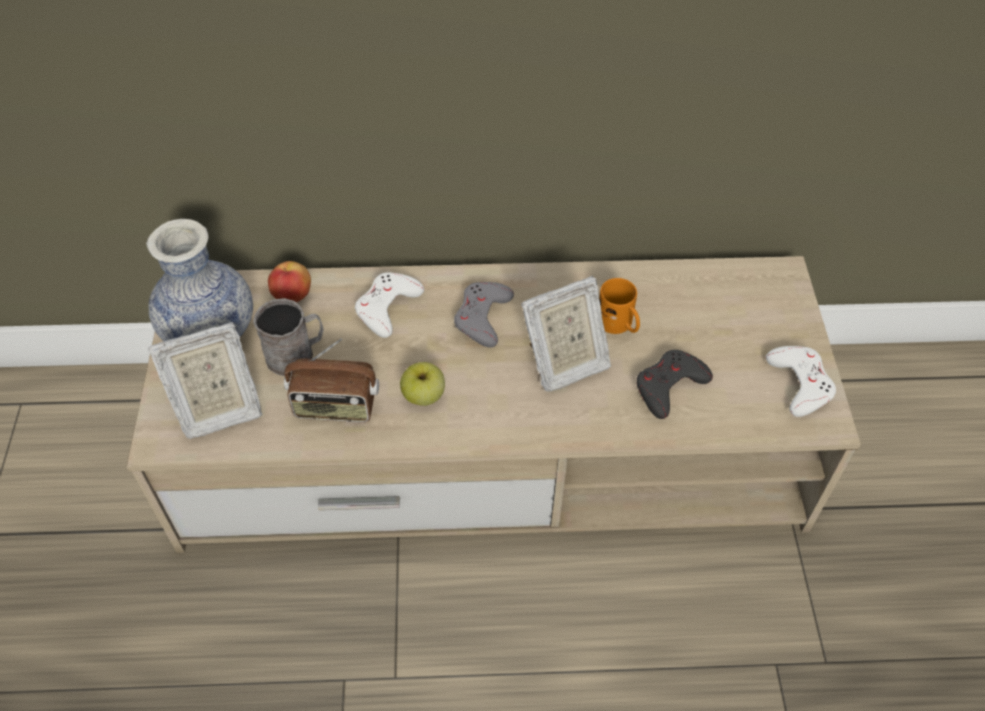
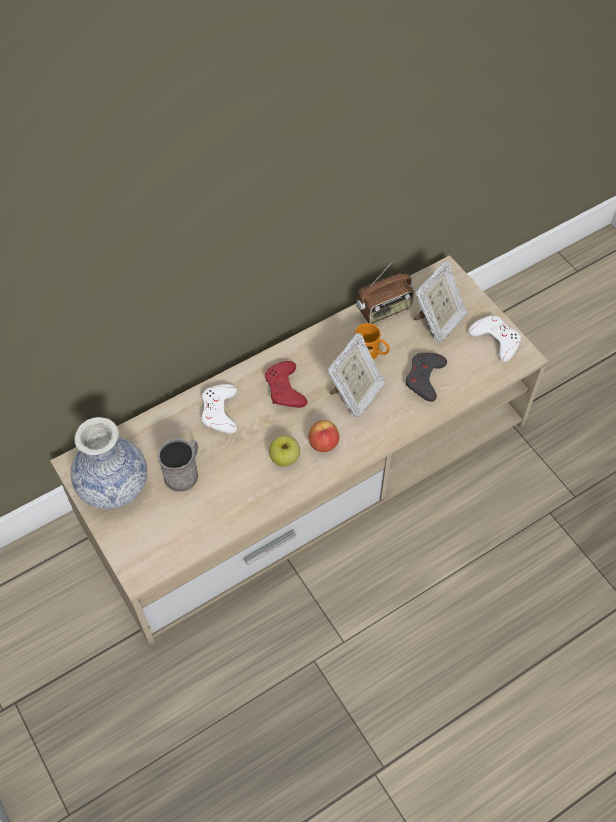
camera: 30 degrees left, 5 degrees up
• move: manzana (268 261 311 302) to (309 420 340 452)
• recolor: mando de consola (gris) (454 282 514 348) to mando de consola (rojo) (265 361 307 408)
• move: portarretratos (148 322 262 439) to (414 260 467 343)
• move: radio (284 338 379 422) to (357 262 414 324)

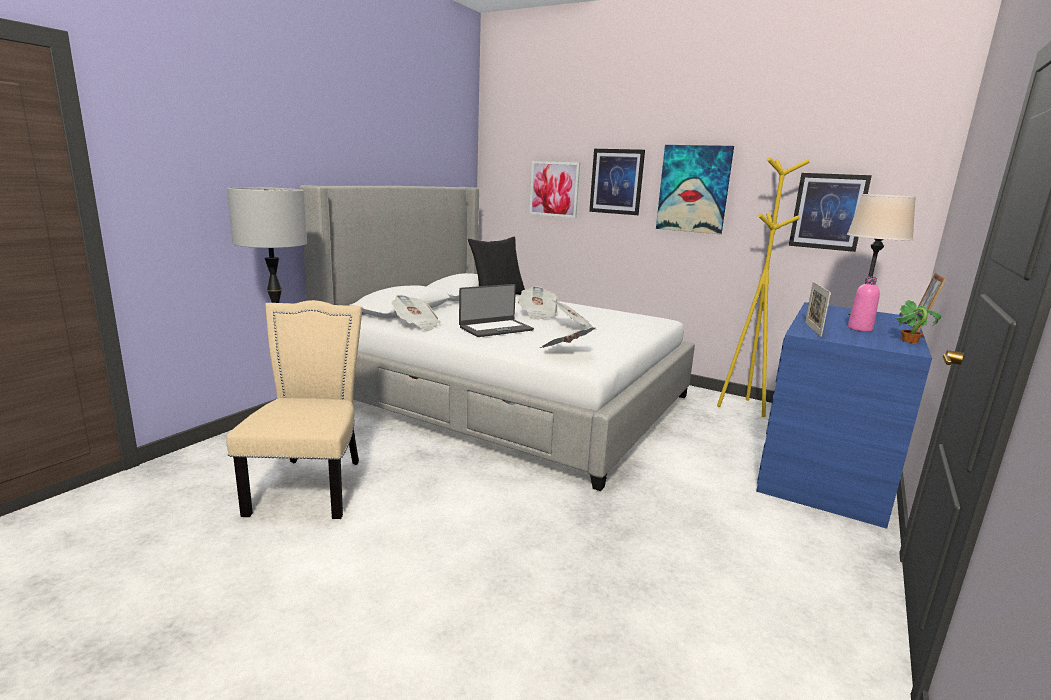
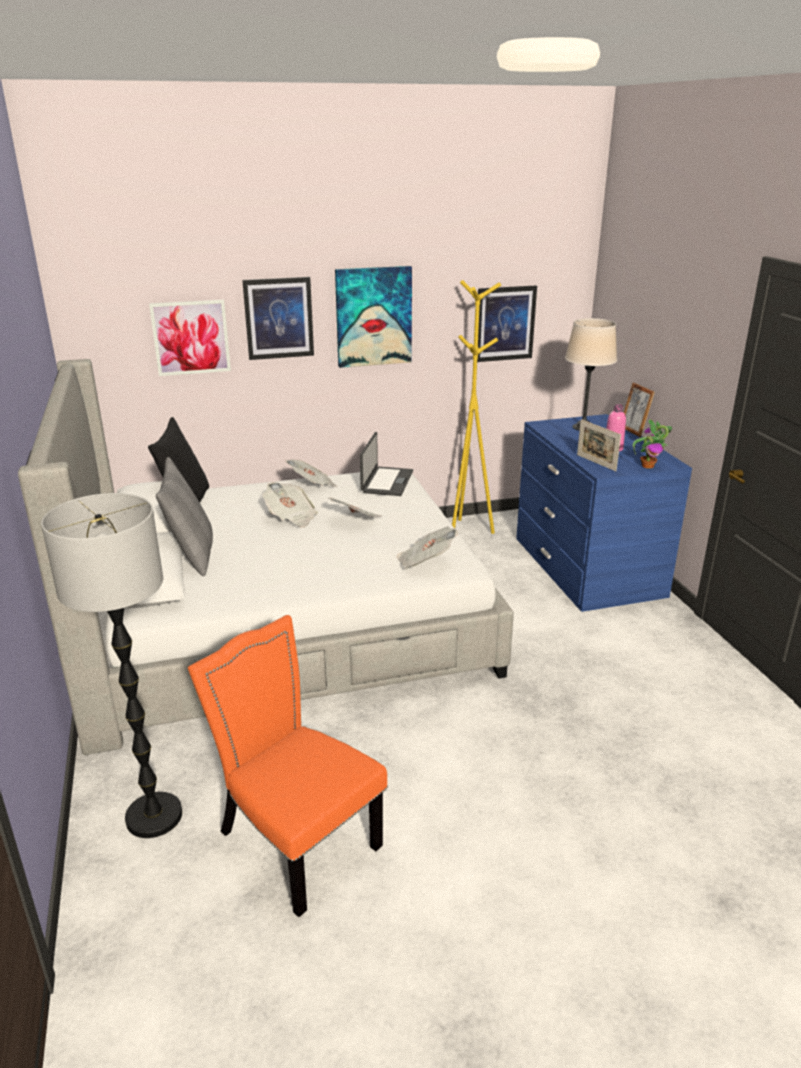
camera: 45 degrees left, 10 degrees up
• move: portátil (459 284 534 337) to (360 432 413 496)
• move: periódico (391 295 441 331) to (285 459 337 487)
• recolor: silla (beis) (226 300 363 519) to silla (naranja) (188 615 388 917)
• insert: planta en maceta (633 436 668 469)
• insert: cojín (gris) (156 457 213 576)

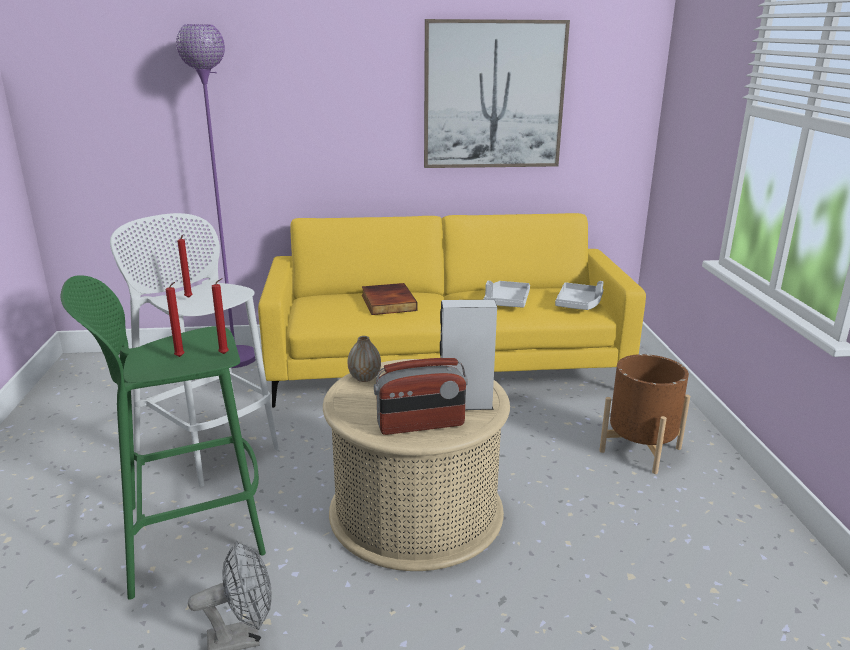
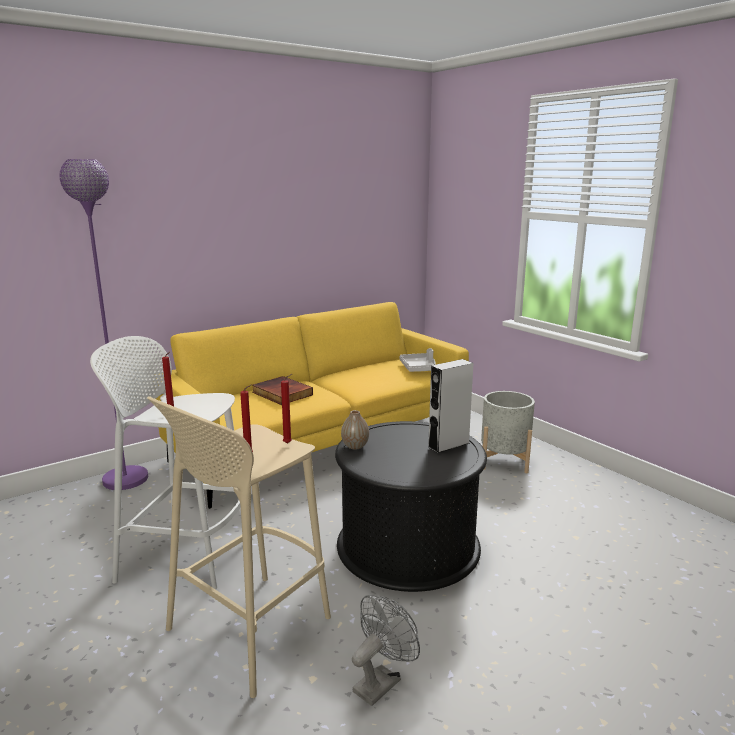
camera: 30 degrees left, 5 degrees down
• delete: cuadro (424 19 570 168)
• recolor: taburete (verde) (61 275 266 600) to taburete (beis) (147 396 331 698)
• delete: bandeja (gris) (483 281 530 308)
• recolor: maceta (marrón) (599 354 690 474) to maceta (gris) (481 391 535 473)
• delete: radio (374 358 468 435)
• recolor: mesa de centro (beis) (323 359 510 571) to mesa de centro (negro) (335 421 487 592)

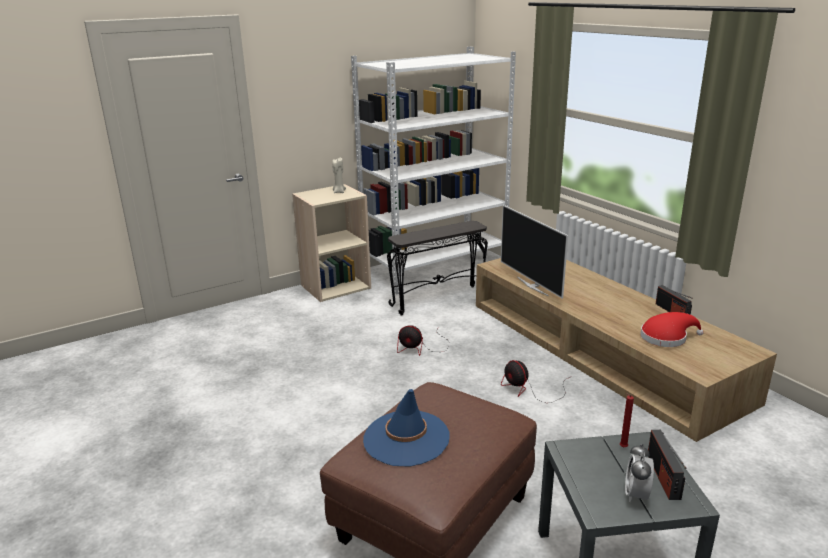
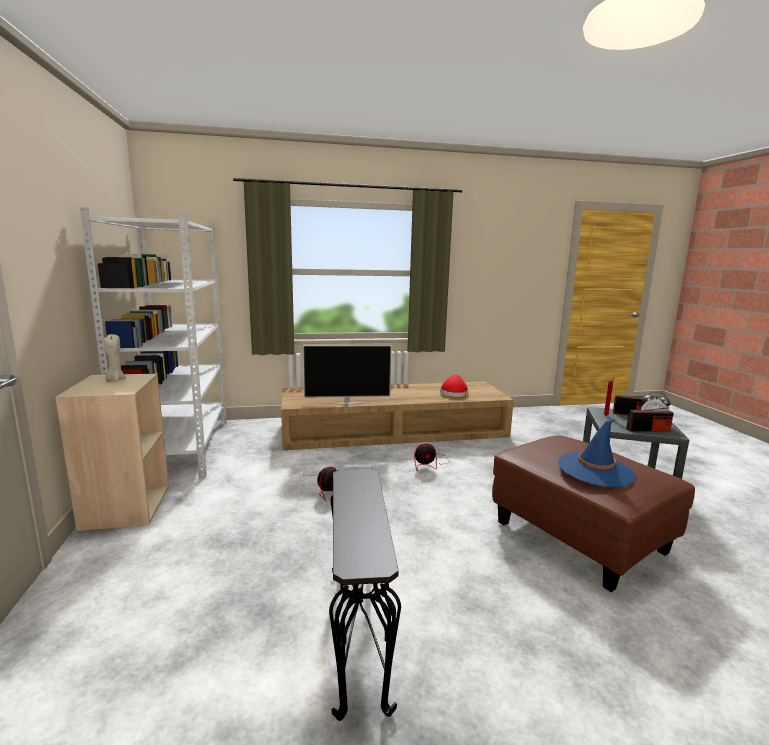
camera: 70 degrees left, 10 degrees down
• move: mesa auxiliar (negro) (387 221 488 316) to (329 469 401 721)
• move: radio (656 285 693 315) to (626 407 674 432)

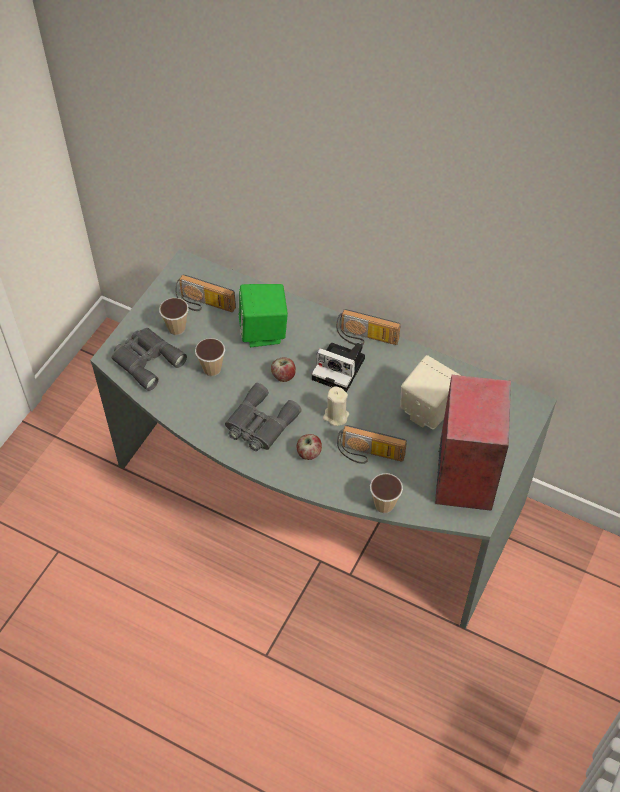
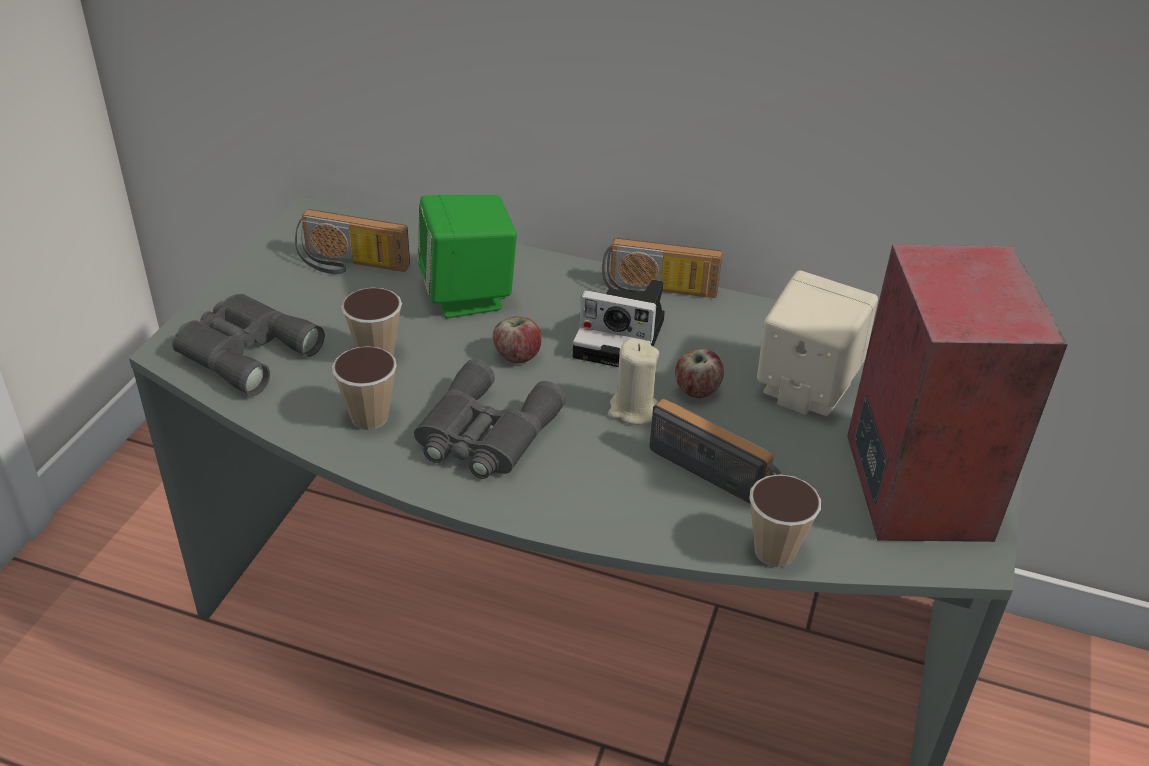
camera: 10 degrees left, 15 degrees down
• move: taza (159 298 188 335) to (332 346 397 430)
• rotate: radio (337 425 407 464) = (650 399 781 504) 150 degrees counterclockwise
• move: manzana (297 434 322 460) to (675 349 724 398)

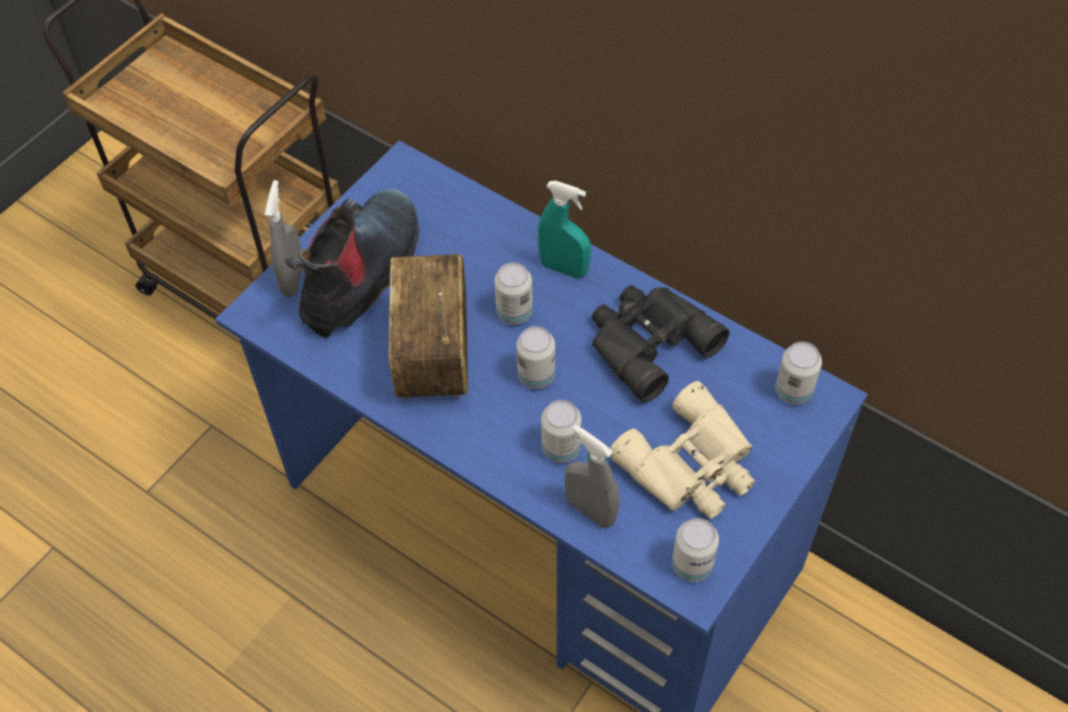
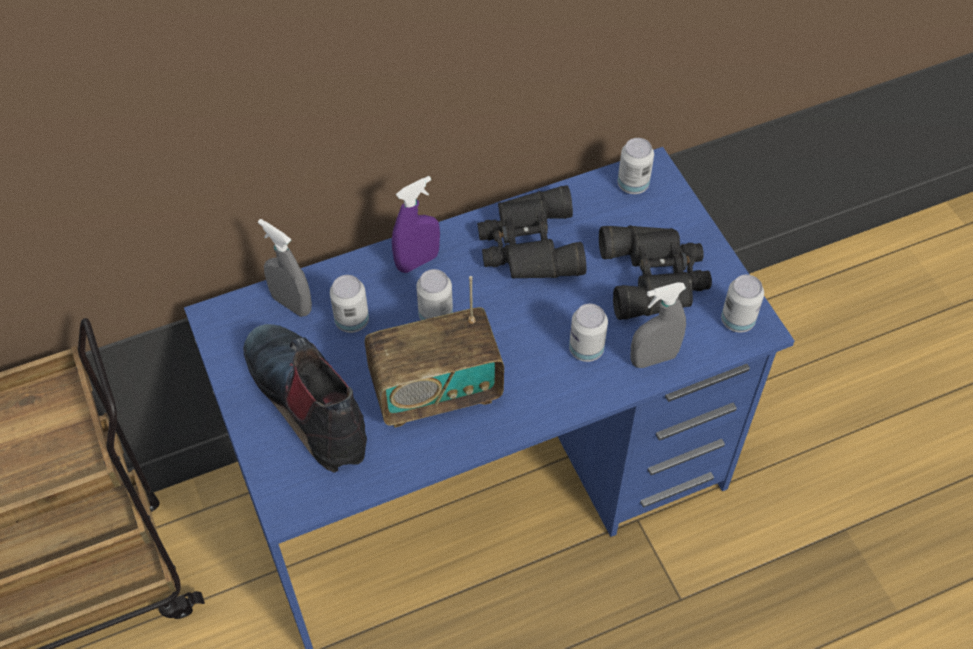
camera: 60 degrees left, 0 degrees up
• move: pulverizador (gris) (265 180 303 297) to (258 219 312 317)
• recolor: pulverizador (turquesa) (537 181 591 278) to pulverizador (morado) (392 176 440 273)
• rotate: radio (389 254 468 400) = (365 276 504 428) 45 degrees counterclockwise
• move: lata (516 326 555 389) to (330 275 369 333)
• recolor: prismáticos (beis) (610 381 755 519) to prismáticos (negro) (599 225 712 320)

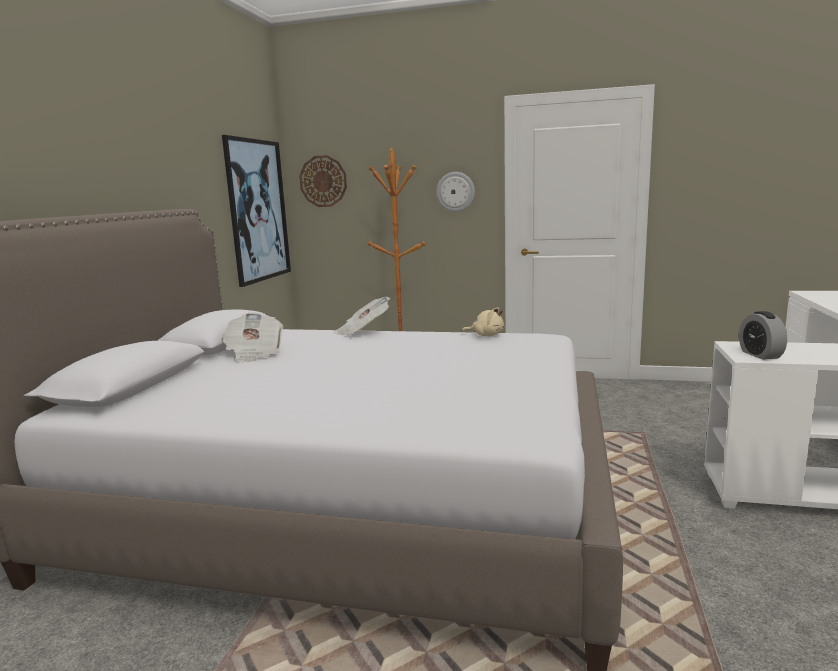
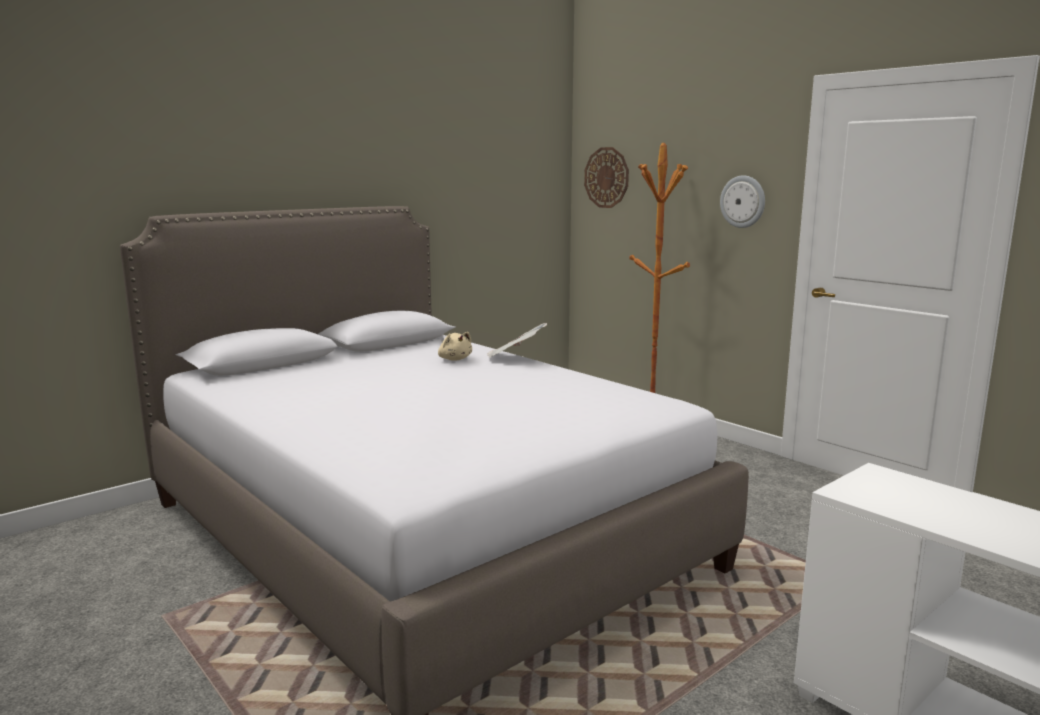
camera: 35 degrees right, 0 degrees up
• delete: cuadro (222 135 291 287)
• move: peluche (beis) (462 307 504 336) to (438 332 472 361)
• delete: despertador (739 311 787 360)
• delete: periódico (221 313 283 363)

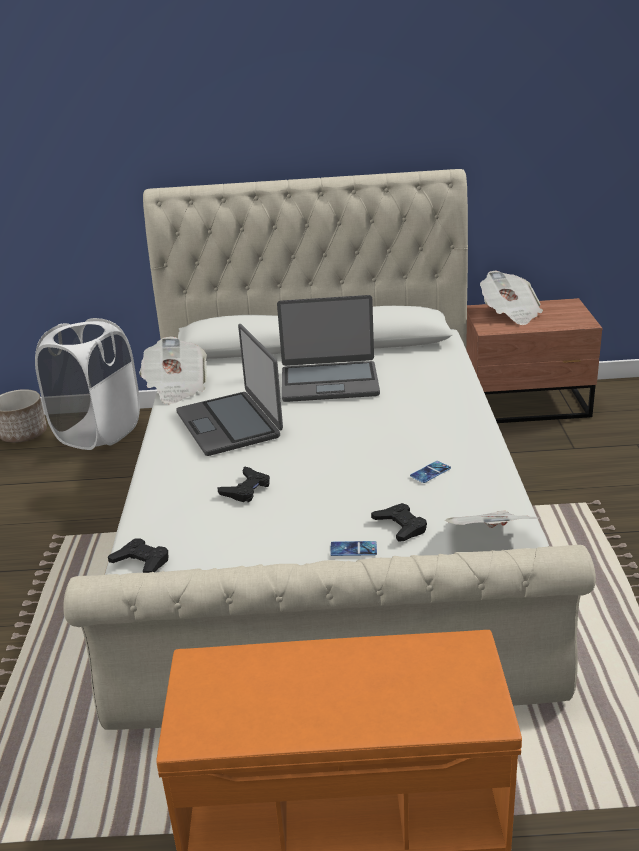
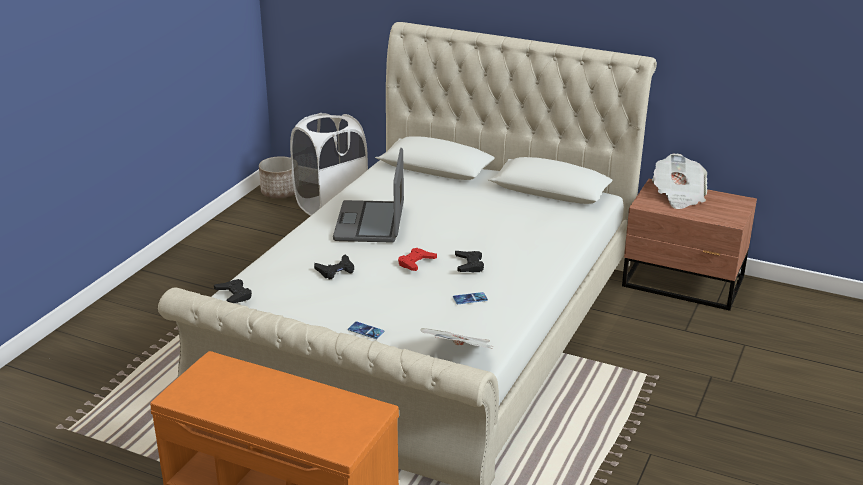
camera: 25 degrees right, 0 degrees up
• delete: portátil (277 295 380 402)
• delete: periódico (139 337 207 404)
• move: mando de consola (negro) (371 503 427 541) to (455 251 484 272)
• insert: mando de consola (rojo) (398 248 437 271)

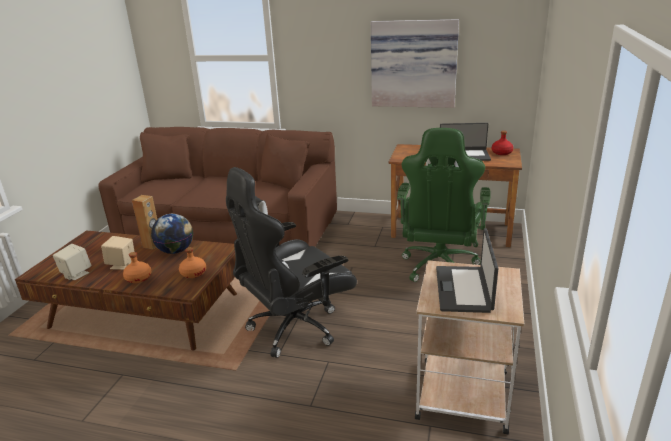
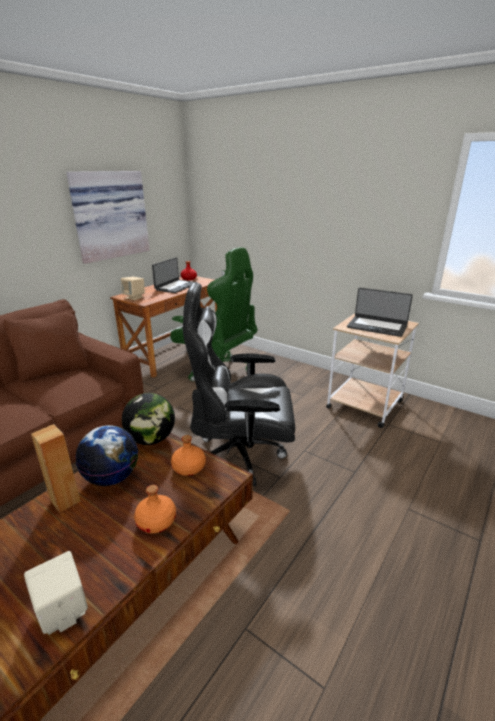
camera: 70 degrees left, 0 degrees up
• rotate: silla de oficina (negro) (226 167 357 358) = (183 282 295 486) 105 degrees clockwise
• move: altavoz (beis) (101 236 134 270) to (121 277 145 300)
• insert: globo terráqueo (122 393 175 445)

